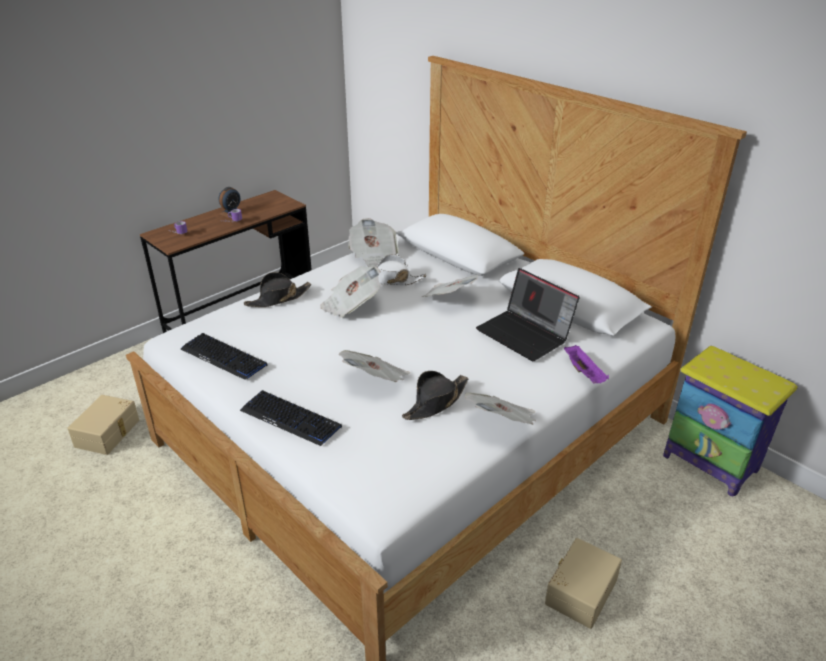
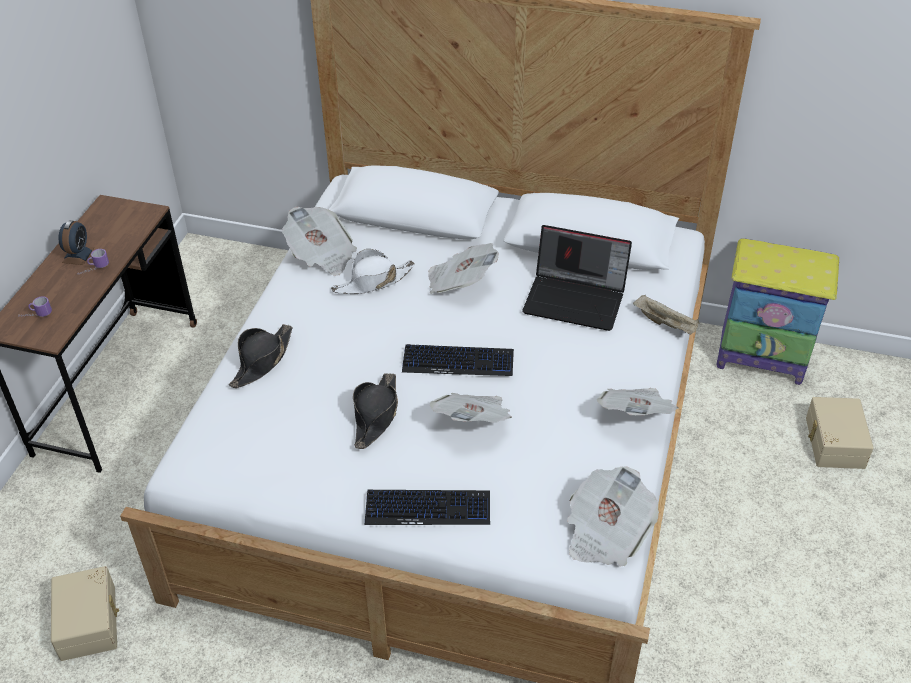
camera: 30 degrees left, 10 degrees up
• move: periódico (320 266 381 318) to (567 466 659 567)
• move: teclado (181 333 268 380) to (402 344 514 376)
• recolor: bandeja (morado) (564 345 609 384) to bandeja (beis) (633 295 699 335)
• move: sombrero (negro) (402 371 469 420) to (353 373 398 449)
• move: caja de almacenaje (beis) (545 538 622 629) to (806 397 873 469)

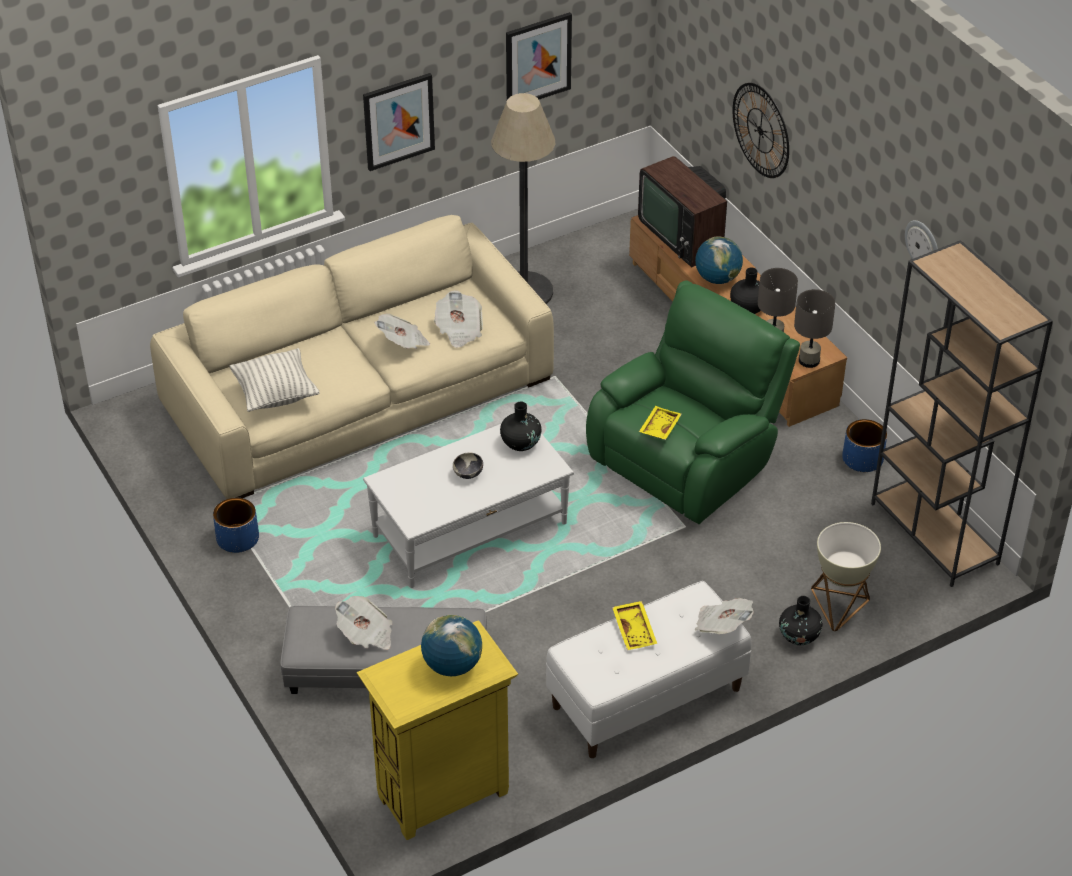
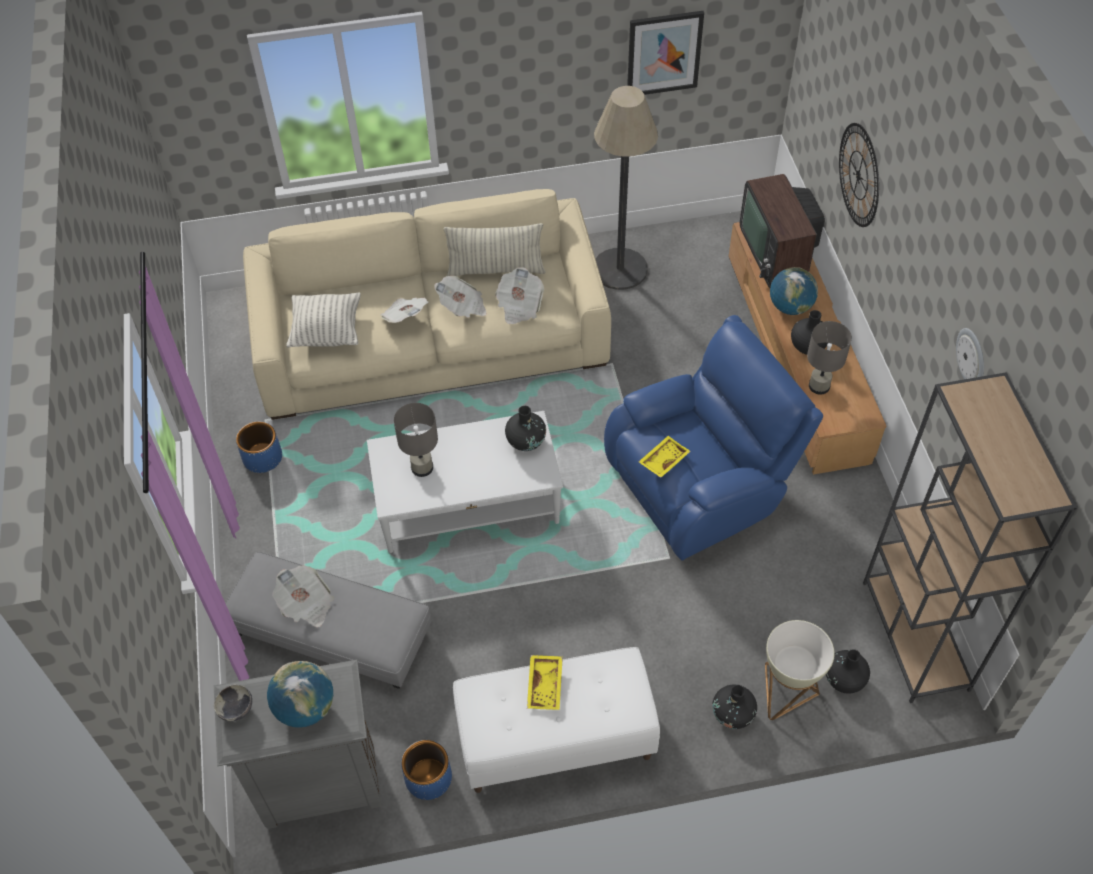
camera: 20 degrees right, 10 degrees up
• delete: cuadro (363 73 435 171)
• recolor: sillón (verde) (586 280 800 524) to sillón (azul) (604 315 823 561)
• move: lámpara de mesa (gris) (794 289 835 368) to (394 403 438 477)
• move: maceta (azul) (842 419 887 472) to (401 740 452 800)
• move: cuenco (453 453 483 479) to (214 685 252 721)
• move: periódico (695 598 754 634) to (380 297 428 323)
• recolor: armario (amarillo) (357 620 518 840) to armario (gris) (214 659 381 829)
• insert: cojín (444 223 546 276)
• insert: florero (negro) (826 649 870 694)

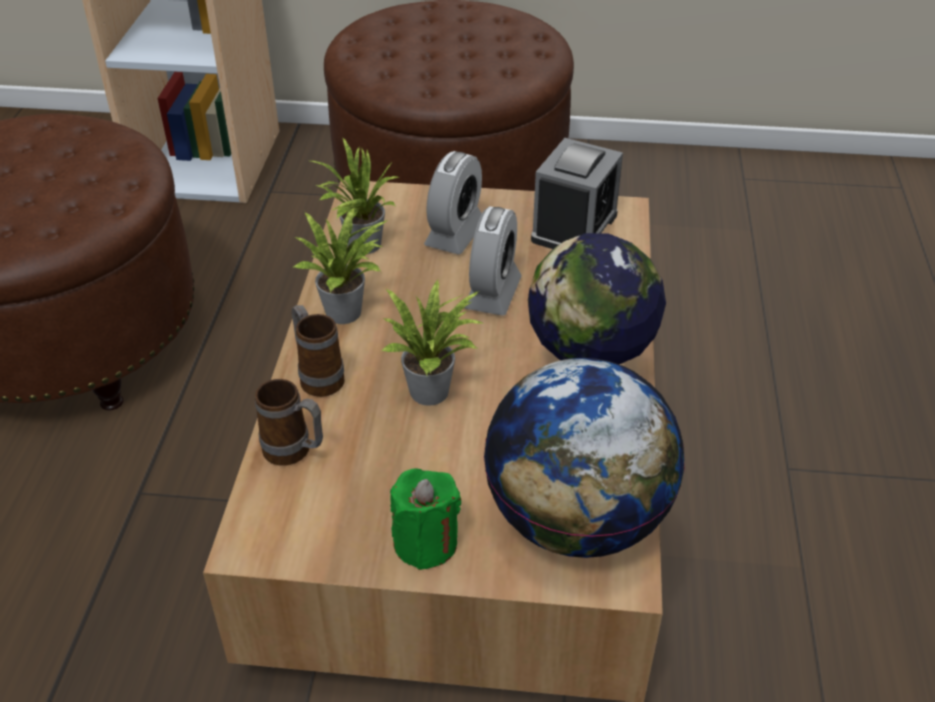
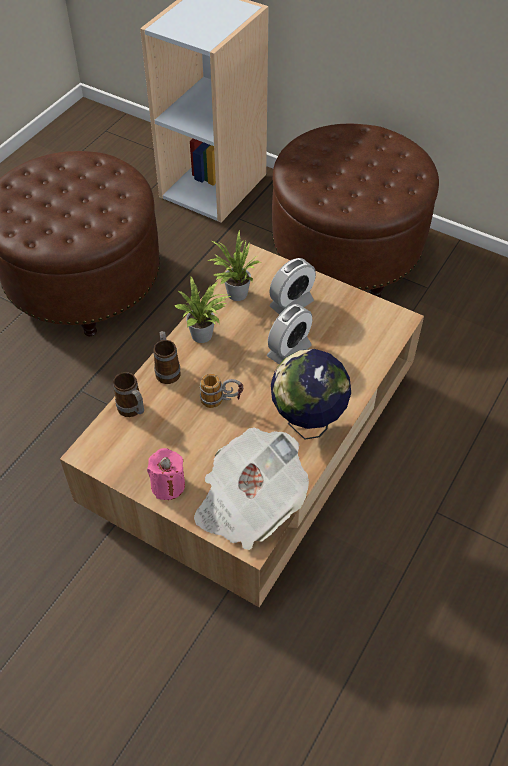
camera: 25 degrees right, 10 degrees up
• delete: despertador (531 138 623 249)
• replace: planta en maceta (380 279 482 406) to taza grande (200 373 243 408)
• replace: globo terráqueo (483 358 685 558) to periódico (194 427 309 550)
• recolor: vela (verde) (390 468 461 570) to vela (rosa) (147 448 185 500)

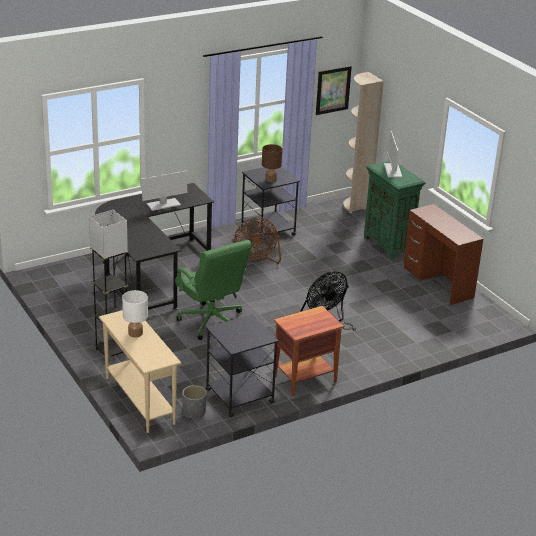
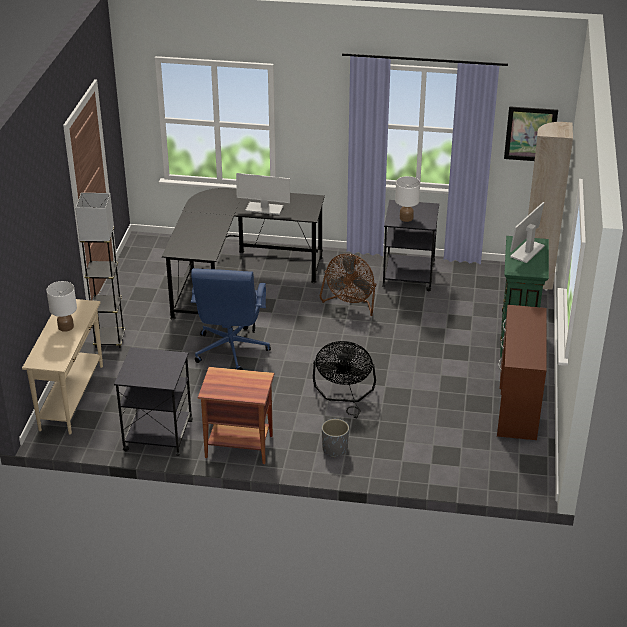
camera: 40 degrees right, 5 degrees up
• recolor: lámpara de mesa (marrón) (262 144 282 182) to lámpara de mesa (blanco) (395 176 420 222)
• recolor: silla de oficina (verde) (175 240 252 340) to silla de oficina (azul) (191 268 271 370)
• move: maceta (gris) (182 385 207 419) to (322 419 349 457)

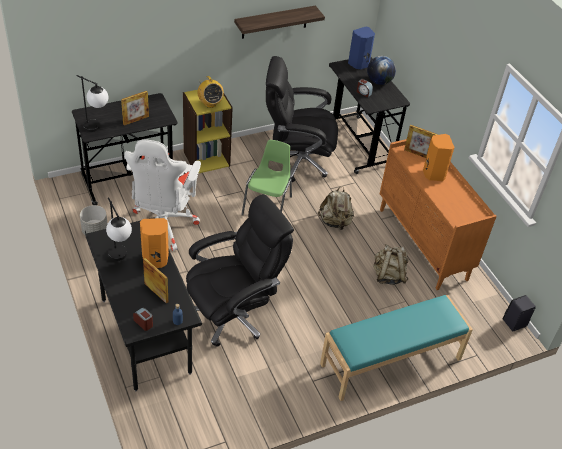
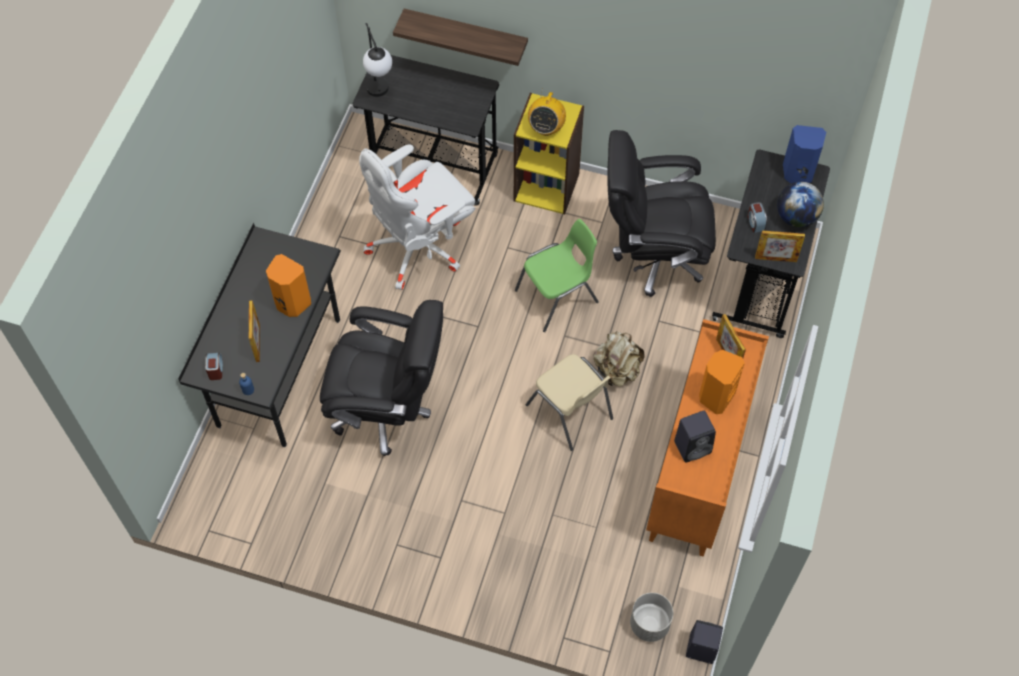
camera: 45 degrees right, 15 degrees up
• move: estante (234 6 325 39) to (393 9 528 66)
• rotate: silla de oficina (negro) (266 56 338 182) = (607 130 716 297) 45 degrees counterclockwise
• move: portarretratos (121 91 149 126) to (755 230 805 262)
• delete: lámpara de mesa (106 197 132 261)
• move: maceta (gris) (80 205 107 235) to (630 593 673 642)
• delete: mochila (beis) (373 244 408 285)
• delete: banco (turquesa) (320 295 473 401)
• insert: silla (beis) (526 354 613 451)
• insert: altavoz (negro) (674 411 716 463)

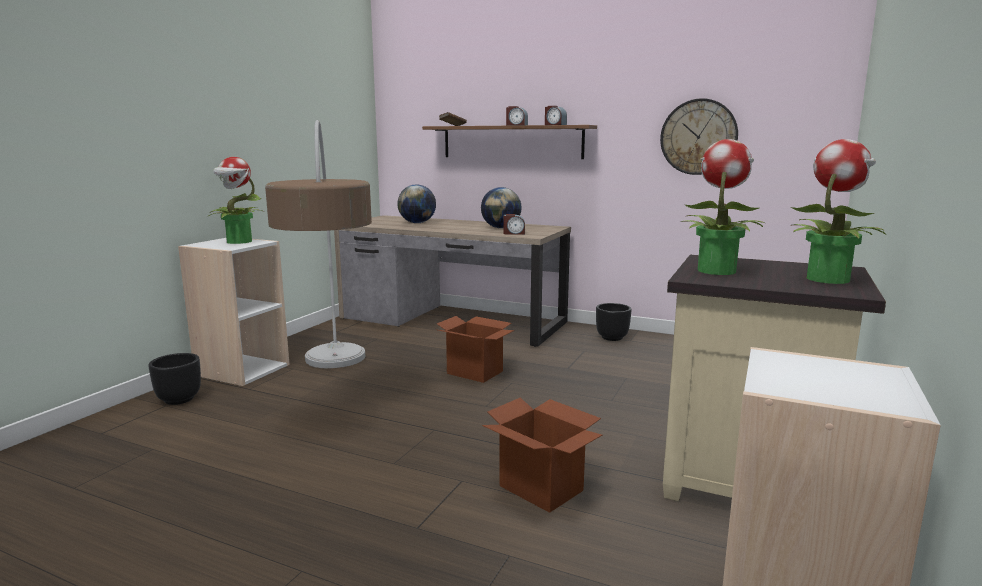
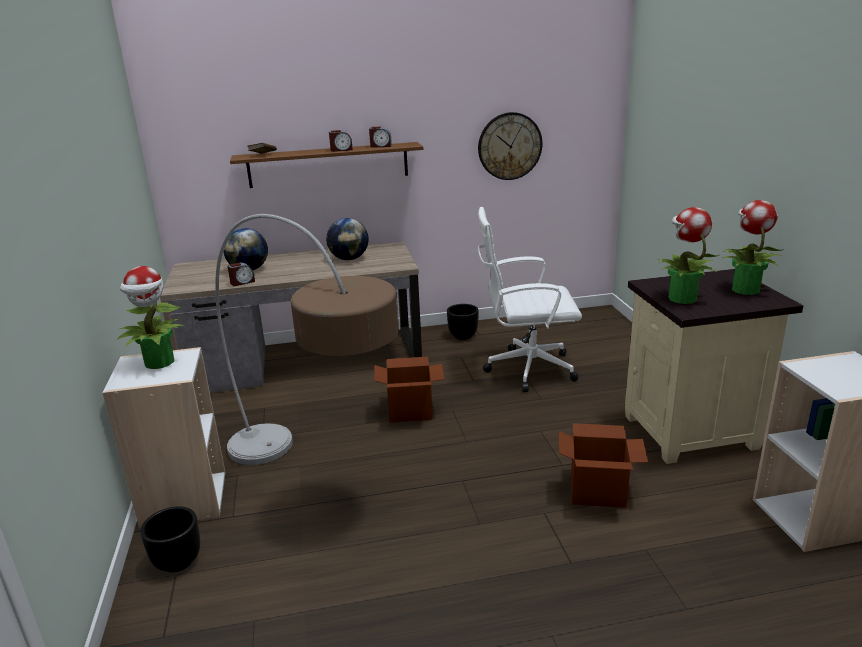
camera: 35 degrees left, 10 degrees up
• move: despertador (504 214 525 235) to (228 262 255 286)
• insert: silla de oficina (blanco) (478 207 582 392)

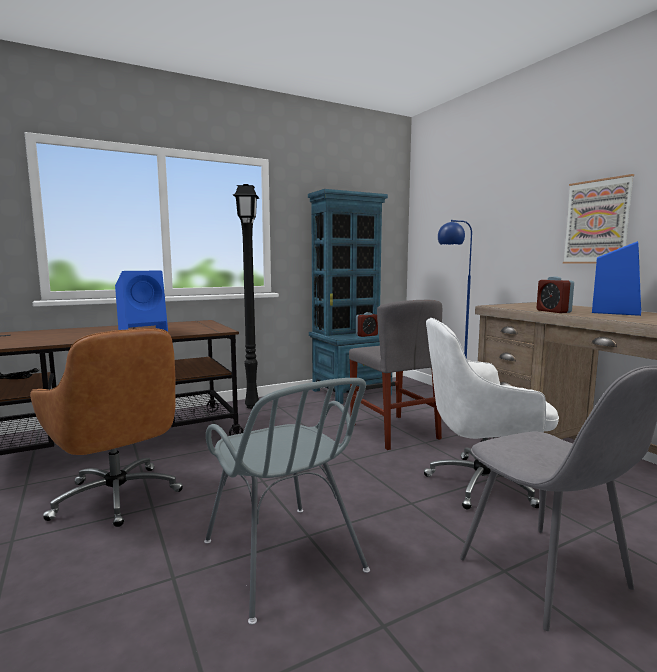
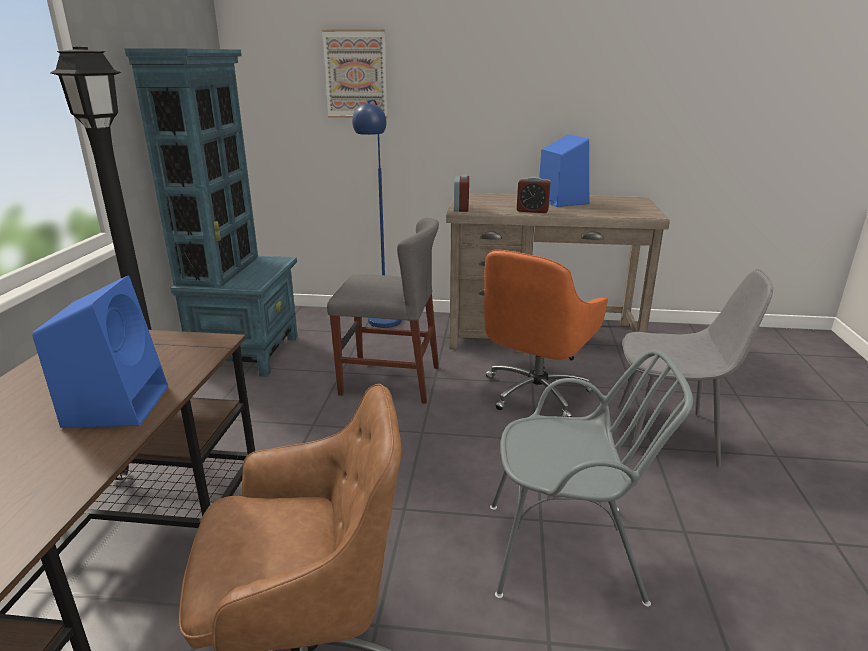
camera: 55 degrees left, 15 degrees up
• move: cuadro (563 174 634 263) to (322 29 388 118)
• move: despertador (356 312 378 337) to (454 174 469 212)
• recolor: silla de oficina (blanco) (424 318 559 510) to silla de oficina (naranja) (484 250 608 417)

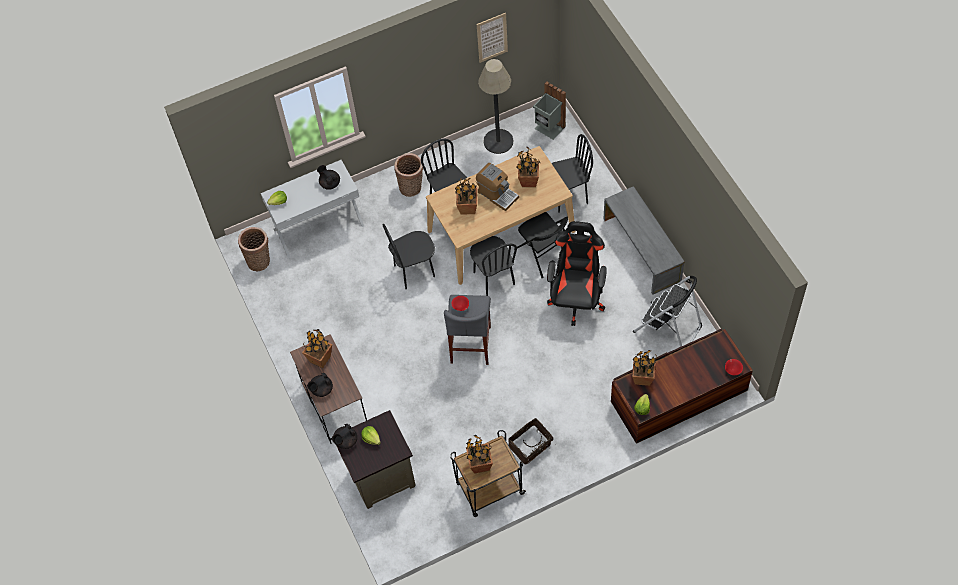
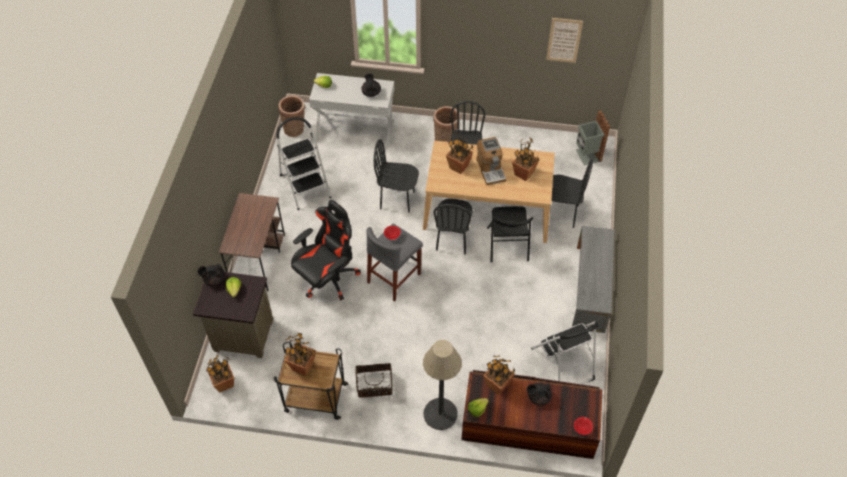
camera: 30 degrees right, 5 degrees down
• move: lámpara de pie (478 59 513 154) to (423 340 462 430)
• move: silla de oficina (negro) (547 221 607 326) to (291 200 361 301)
• move: planta en maceta (302 329 332 368) to (206 355 234 392)
• move: tetera (negro) (307 373 333 397) to (527 383 552 406)
• insert: escalera de tijera (277 117 332 210)

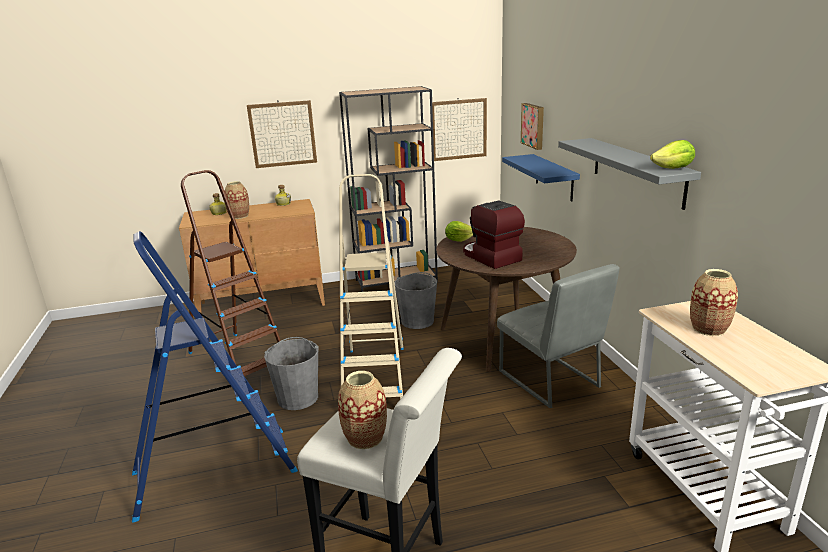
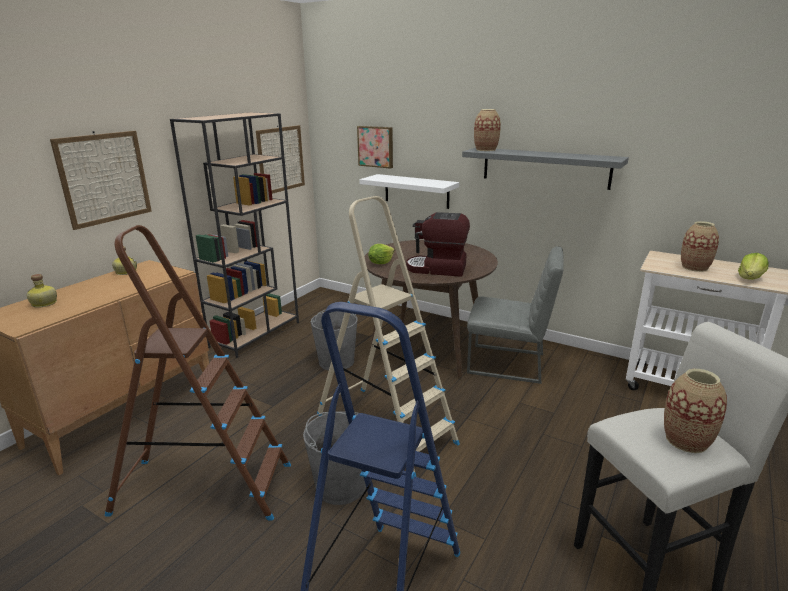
camera: 45 degrees left, 0 degrees up
• move: lechuga (650 140 695 169) to (738 253 769 280)
• recolor: estante (azul) (502 154 580 202) to estante (blanco) (359 174 459 209)
• move: florero (225 181 249 219) to (474 109 501 151)

